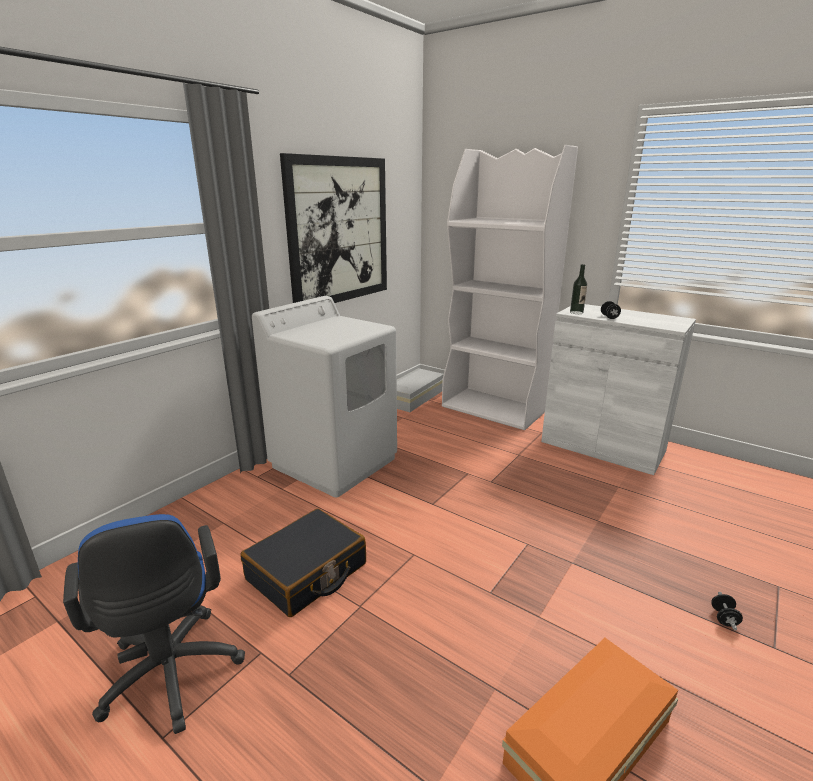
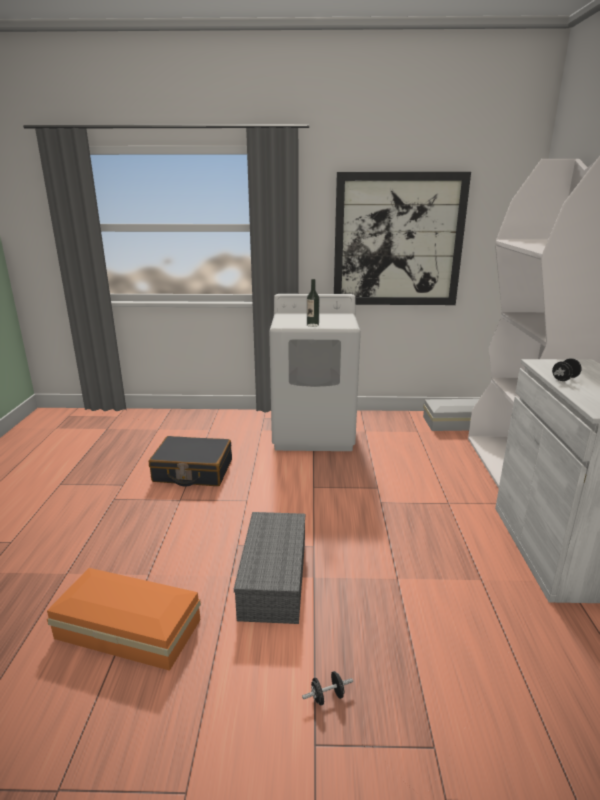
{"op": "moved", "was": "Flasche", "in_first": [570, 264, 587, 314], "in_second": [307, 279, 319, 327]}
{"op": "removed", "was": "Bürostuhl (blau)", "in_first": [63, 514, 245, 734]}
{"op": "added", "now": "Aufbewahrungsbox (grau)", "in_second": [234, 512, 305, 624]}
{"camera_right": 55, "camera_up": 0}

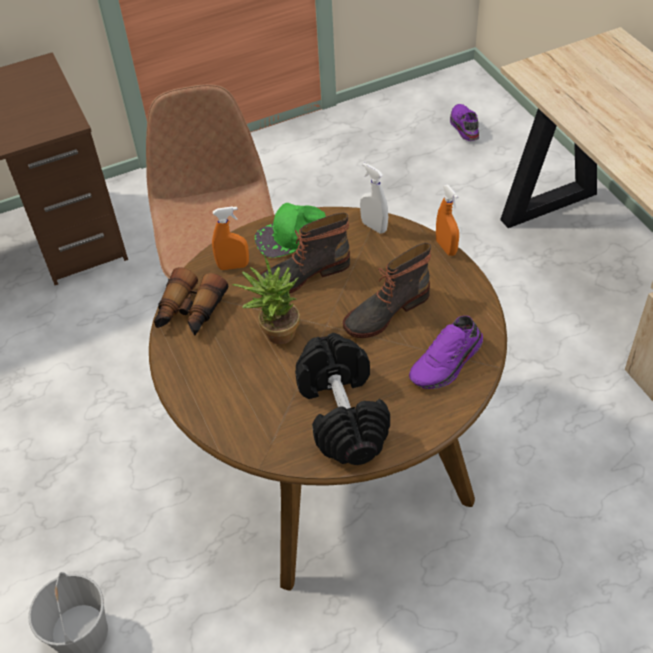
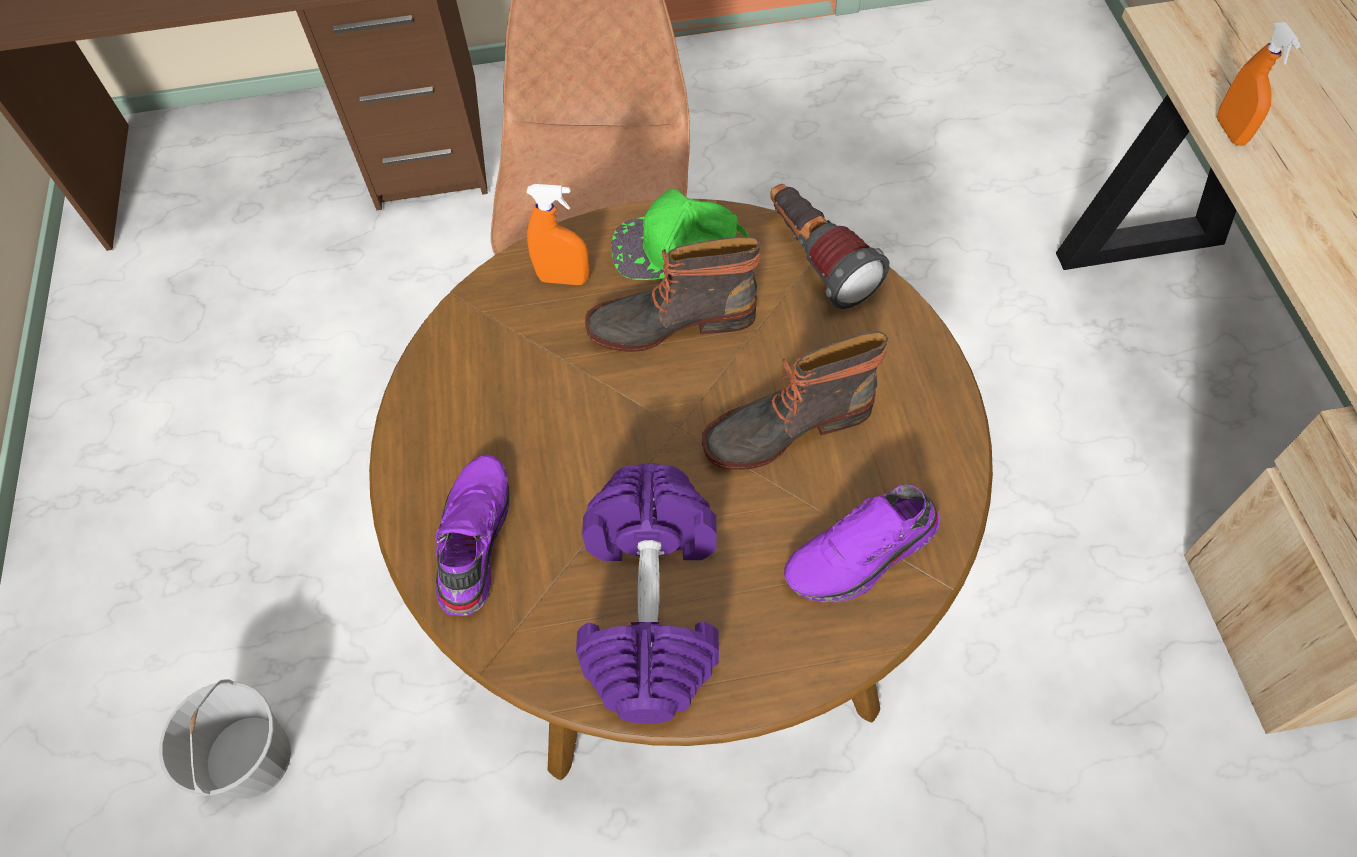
{"op": "moved", "was": "Schuh (lila)", "in_first": [450, 104, 479, 141], "in_second": [435, 454, 510, 616]}
{"op": "replaced", "was": "Sprühflasche (weiß)", "now": "Taschenlampe", "in_first": [360, 163, 388, 234], "in_second": [770, 184, 889, 309]}
{"op": "moved", "was": "Sprühflasche (orange)", "in_first": [436, 185, 459, 256], "in_second": [1217, 22, 1301, 146]}
{"op": "removed", "was": "Topfpflanze", "in_first": [232, 255, 299, 344]}
{"op": "removed", "was": "Fernglas", "in_first": [154, 267, 228, 336]}
{"op": "recoloured", "was": "Hantel (schwarz)", "now": "Hantel (lila)", "in_first": [295, 333, 390, 465], "in_second": [576, 464, 719, 724]}
{"camera_right": 15, "camera_up": 10}

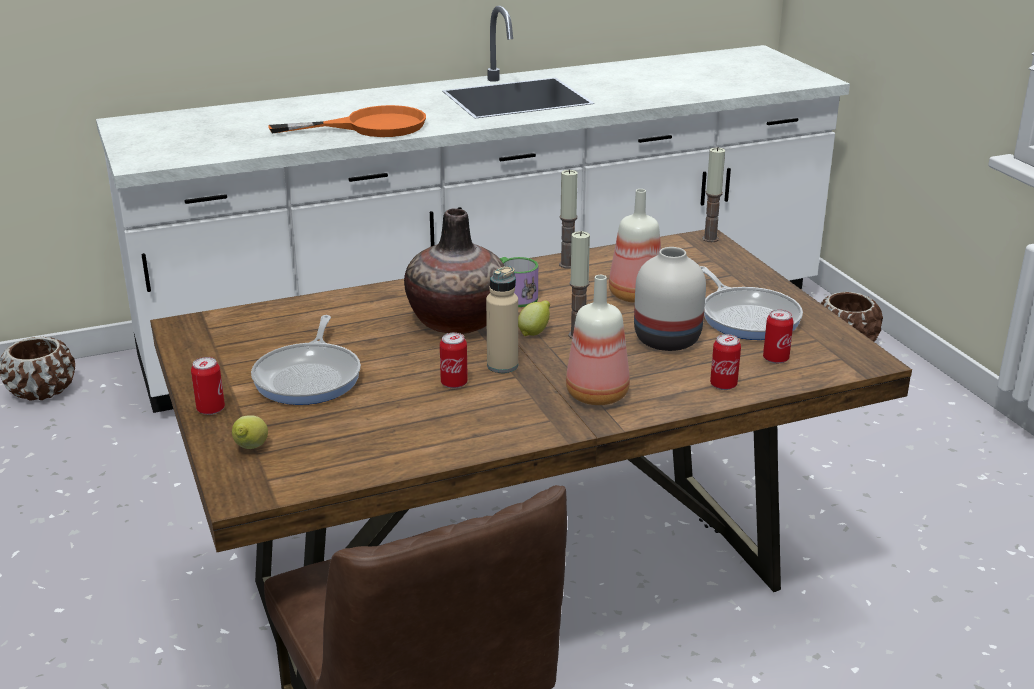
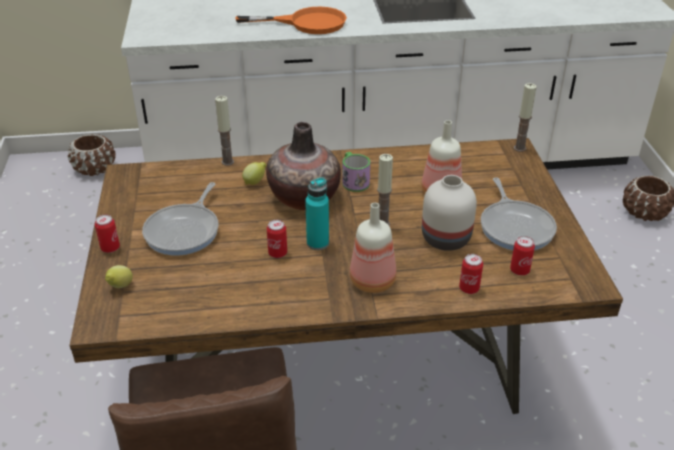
{"op": "moved", "was": "Kerze", "in_first": [559, 169, 577, 268], "in_second": [215, 96, 234, 166]}
{"op": "recoloured", "was": "Flasche (beige)", "now": "Flasche (türkis)", "in_first": [486, 266, 518, 373], "in_second": [305, 177, 329, 250]}
{"op": "moved", "was": "Zitrone", "in_first": [518, 300, 550, 336], "in_second": [242, 162, 267, 185]}
{"camera_right": 15, "camera_up": 10}

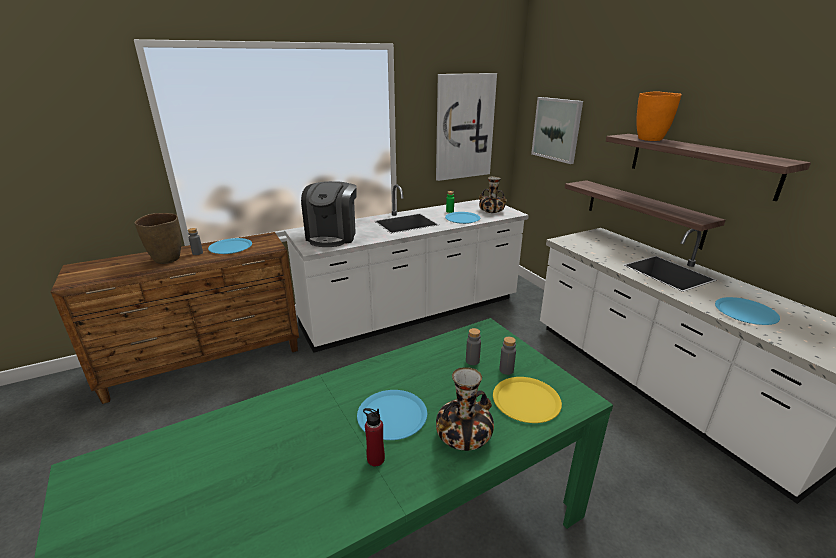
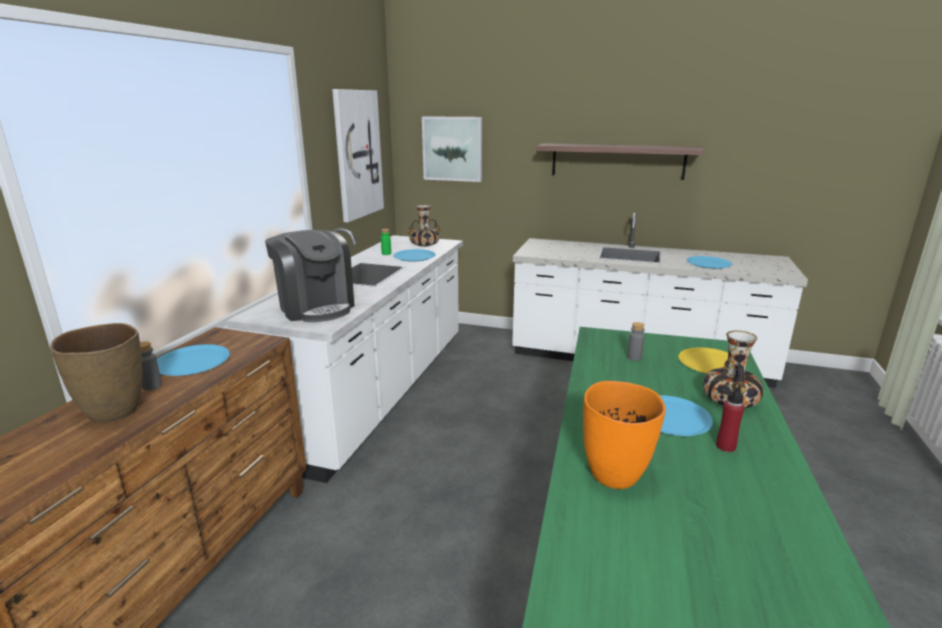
{"op": "moved", "was": "Vase (orange)", "in_first": [636, 92, 682, 141], "in_second": [583, 381, 666, 489]}
{"op": "removed", "was": "Wandregal", "in_first": [565, 180, 726, 250]}
{"op": "removed", "was": "Flasche (grau)", "in_first": [499, 337, 516, 375]}
{"camera_right": -45, "camera_up": -5}

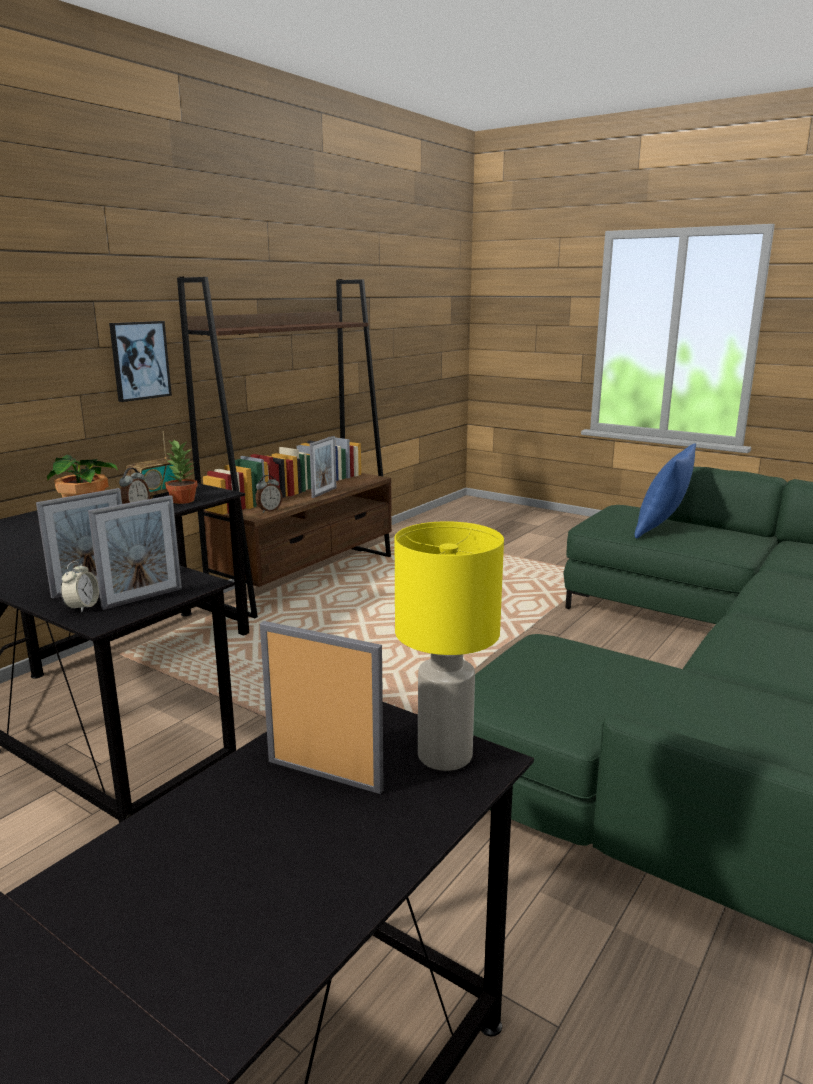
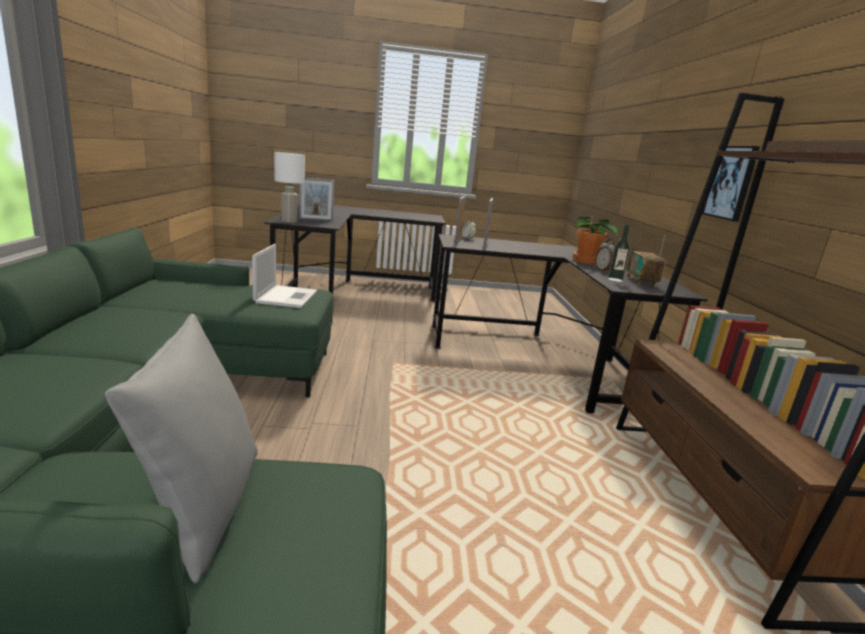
{"op": "removed", "was": "Bilderrahmen", "in_first": [309, 436, 337, 498]}
{"op": "replaced", "was": "Topfpflanze", "now": "Flasche", "in_first": [165, 439, 198, 504], "in_second": [608, 225, 630, 282]}
{"op": "recoloured", "was": "Kissen (blau)", "now": "Kissen (grau)", "in_first": [635, 443, 696, 538], "in_second": [105, 314, 258, 584]}
{"op": "removed", "was": "Wecker", "in_first": [255, 475, 282, 513]}
{"op": "recoloured", "was": "Tischlampe (gelb)", "now": "Tischlampe (weiß)", "in_first": [395, 521, 504, 771], "in_second": [275, 152, 305, 223]}
{"op": "added", "now": "Laptop", "in_second": [252, 244, 317, 308]}
{"camera_right": 140, "camera_up": 0}

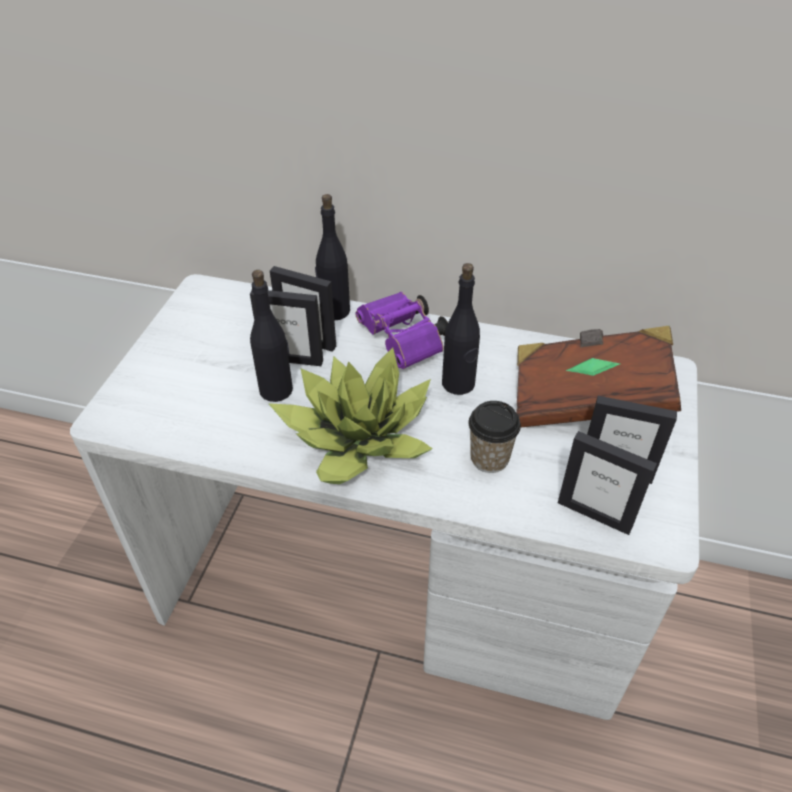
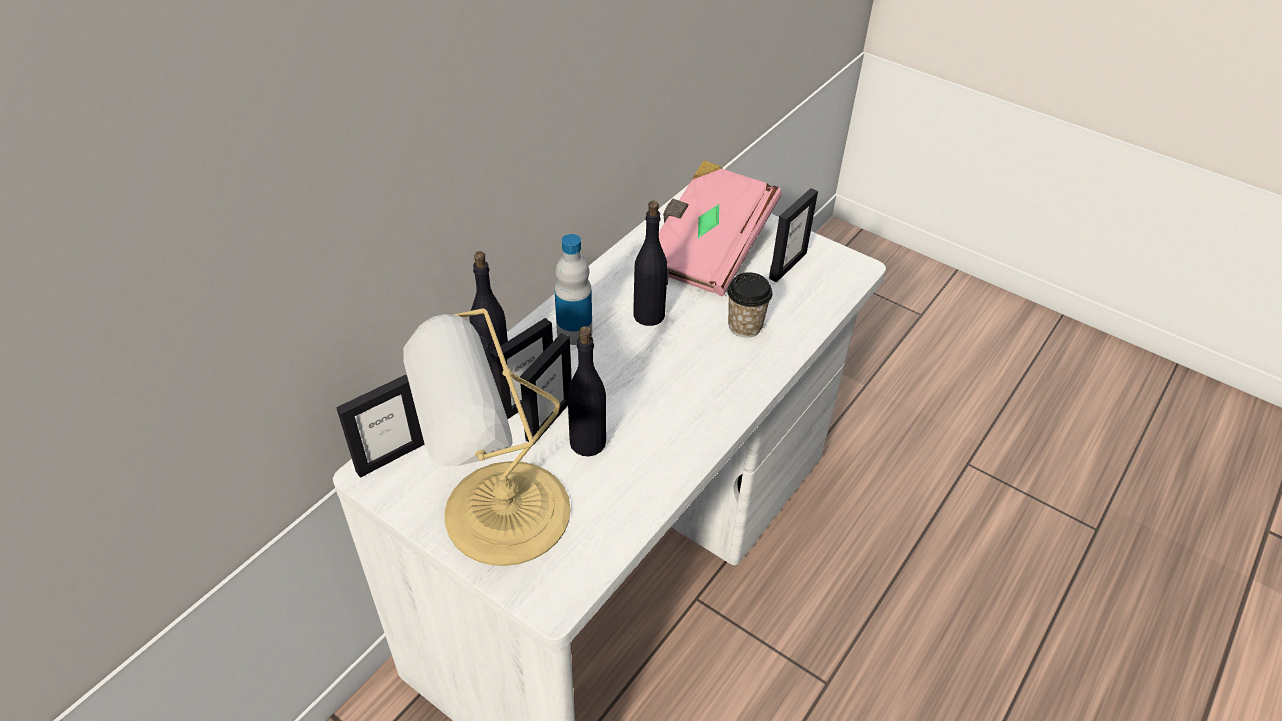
{"op": "replaced", "was": "Fernglas (lila)", "now": "Flasche", "in_first": [355, 292, 448, 369], "in_second": [555, 234, 592, 345]}
{"op": "recoloured", "was": "Buch (braun)", "now": "Buch (rosa)", "in_first": [516, 326, 681, 427], "in_second": [659, 160, 782, 296]}
{"op": "removed", "was": "Topfpflanze", "in_first": [268, 347, 433, 484]}
{"op": "moved", "was": "Bilderrahmen", "in_first": [558, 431, 657, 535], "in_second": [336, 375, 425, 478]}
{"op": "added", "now": "Tischlampe", "in_second": [403, 308, 571, 566]}
{"camera_right": -70, "camera_up": 0}

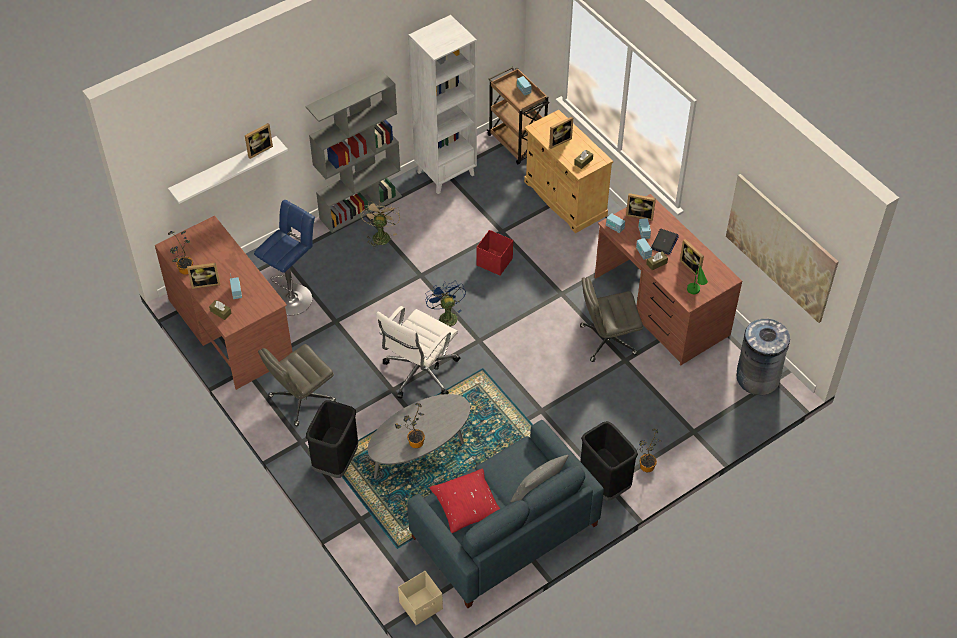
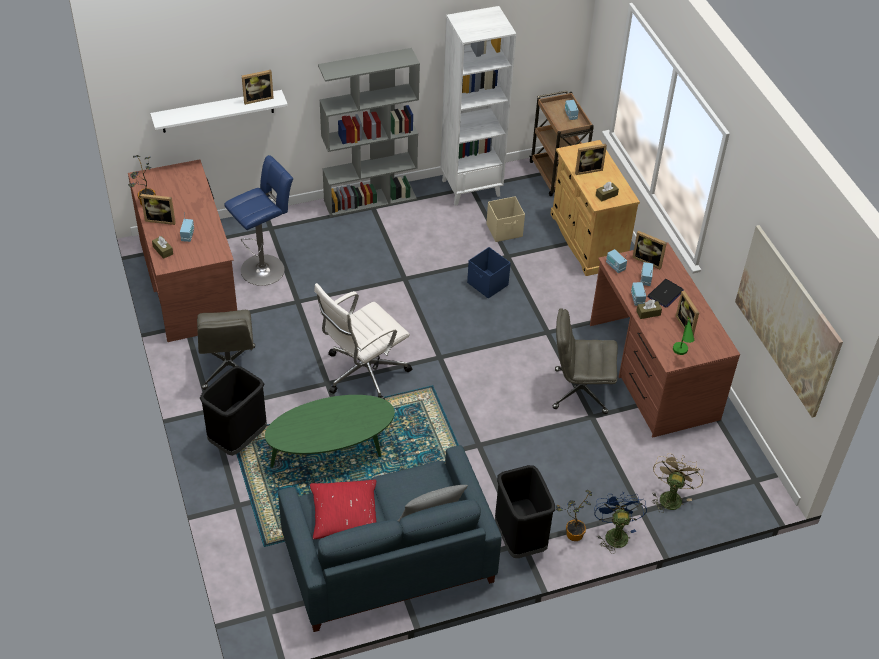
{"op": "moved", "was": "Ventilator (beige)", "in_first": [361, 200, 400, 249], "in_second": [652, 453, 704, 513]}
{"op": "recoloured", "was": "Aufbewahrungsbox (rot)", "now": "Aufbewahrungsbox (blau)", "in_first": [476, 230, 513, 275], "in_second": [467, 247, 511, 299]}
{"op": "moved", "was": "Ventilator (blau)", "in_first": [425, 281, 466, 327], "in_second": [594, 493, 647, 554]}
{"op": "removed", "was": "Mülleimer (grau)", "in_first": [737, 317, 790, 395]}
{"op": "turned", "was": "Bürostuhl (grau)", "in_first": [258, 344, 336, 426], "in_second": [197, 310, 255, 390], "clockwise": -75}
{"op": "recoloured", "was": "Couchtisch (grau)", "now": "Couchtisch (grün)", "in_first": [368, 394, 470, 479], "in_second": [265, 395, 395, 468]}
{"op": "removed", "was": "Topfpflanze", "in_first": [395, 403, 425, 448]}
{"op": "moved", "was": "Aufbewahrungsbox (beige)", "in_first": [398, 571, 443, 625], "in_second": [486, 196, 525, 242]}
{"camera_right": 15, "camera_up": -5}

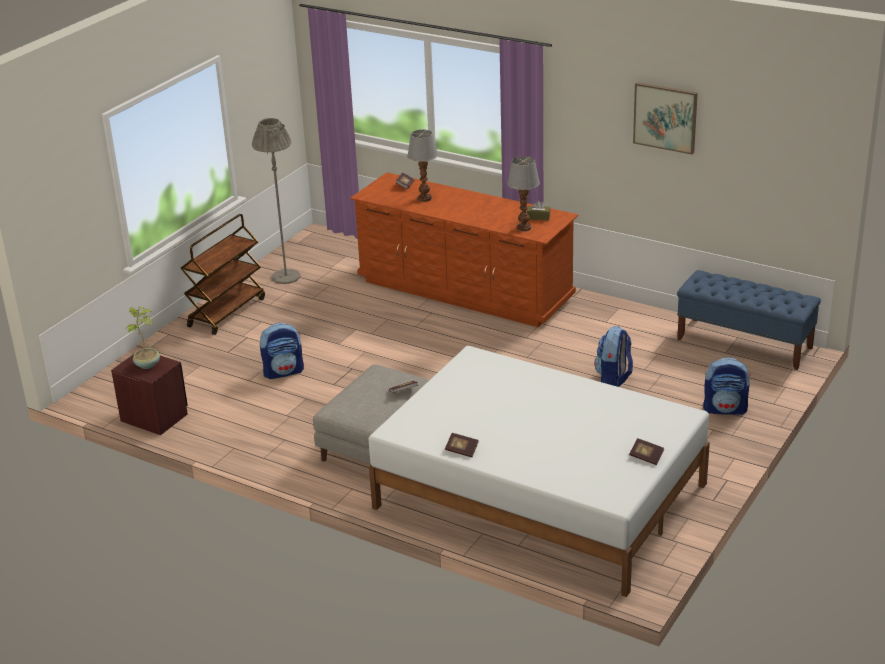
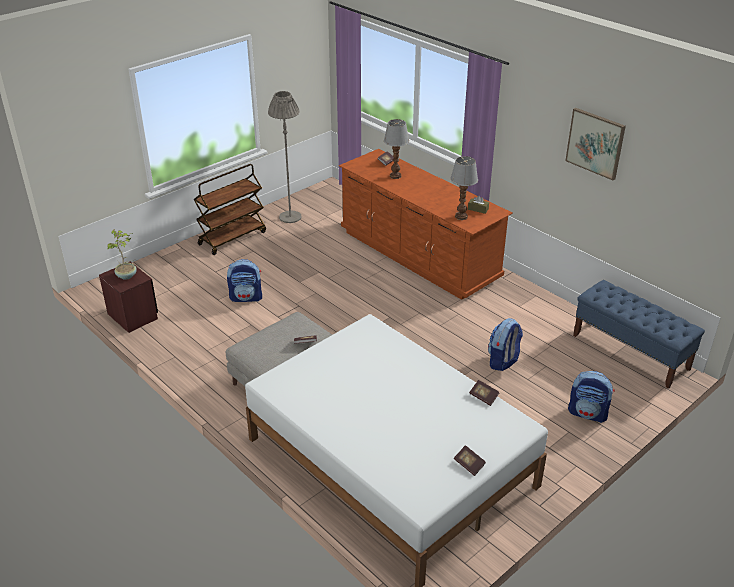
{"op": "moved", "was": "Buch", "in_first": [445, 433, 478, 458], "in_second": [469, 380, 499, 406]}
{"camera_right": 15, "camera_up": 5}

